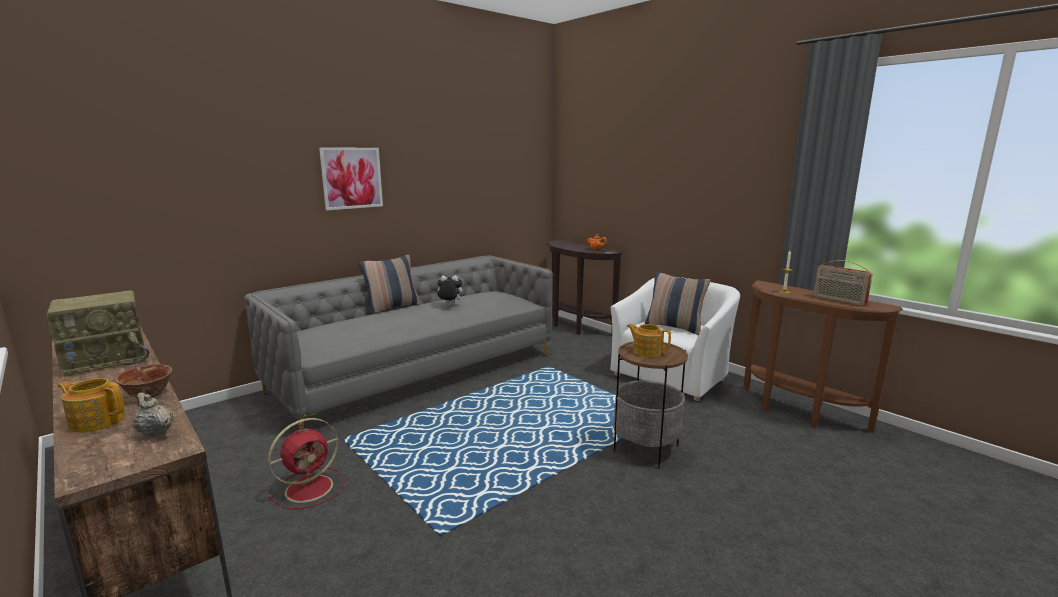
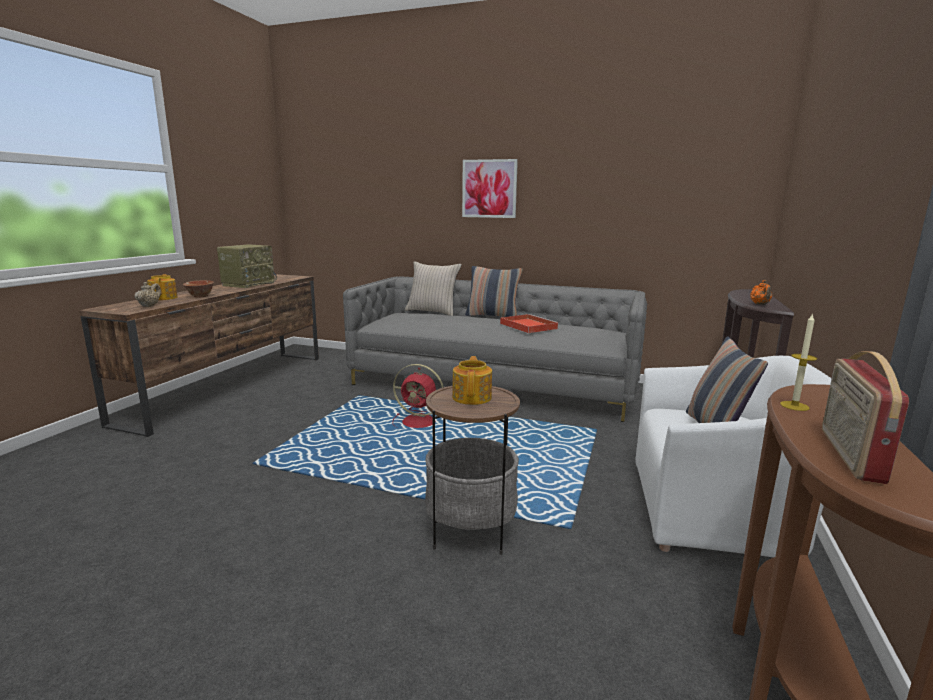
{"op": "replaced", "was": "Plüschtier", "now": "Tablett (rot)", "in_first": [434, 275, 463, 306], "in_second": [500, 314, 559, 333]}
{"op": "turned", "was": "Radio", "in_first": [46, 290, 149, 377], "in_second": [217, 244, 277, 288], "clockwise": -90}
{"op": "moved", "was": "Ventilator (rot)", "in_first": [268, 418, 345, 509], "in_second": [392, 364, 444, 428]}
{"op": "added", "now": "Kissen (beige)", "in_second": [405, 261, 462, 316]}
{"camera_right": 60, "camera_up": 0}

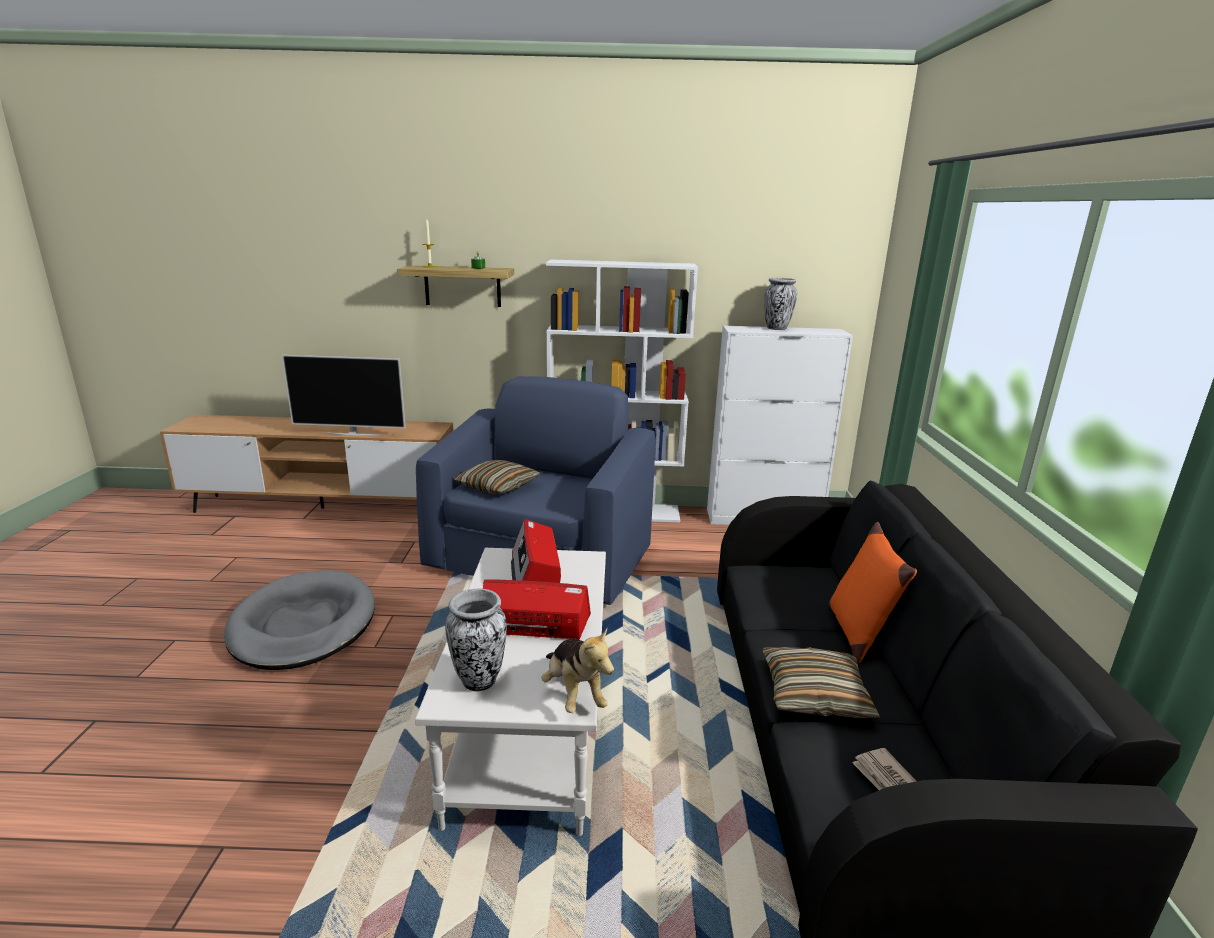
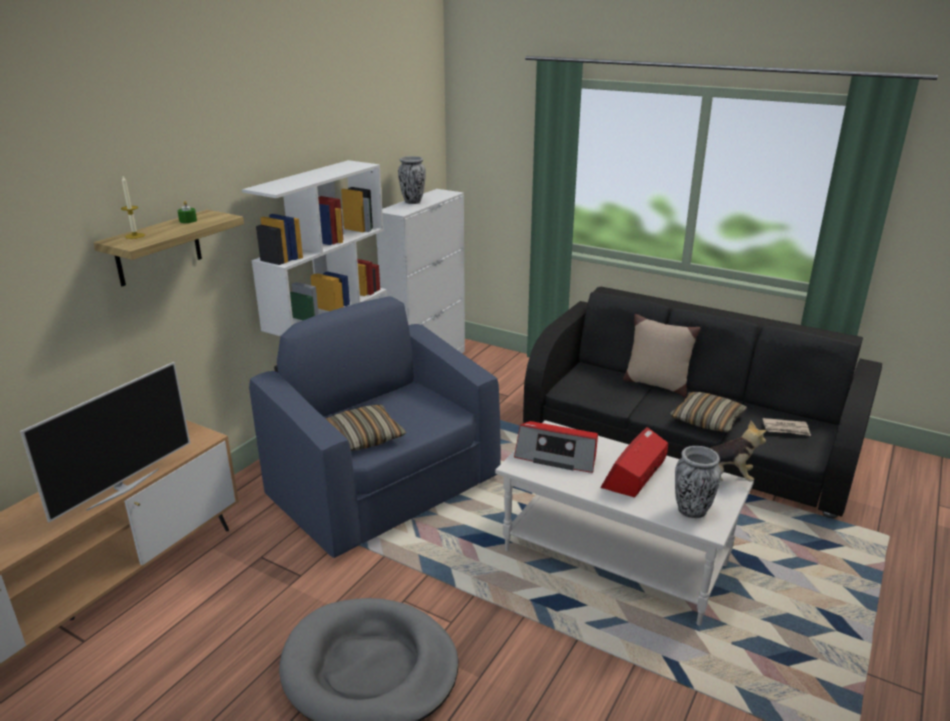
{"op": "recoloured", "was": "Kissen (orange)", "now": "Kissen (beige)", "in_first": [829, 522, 917, 663], "in_second": [623, 314, 700, 397]}
{"camera_right": -60, "camera_up": 5}

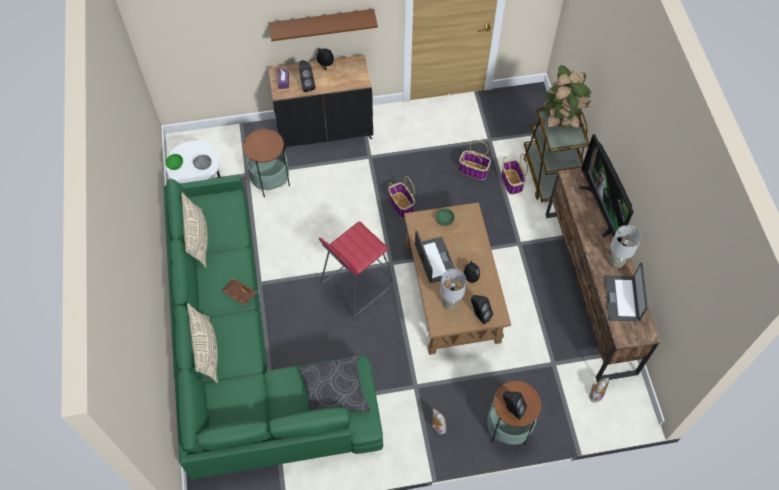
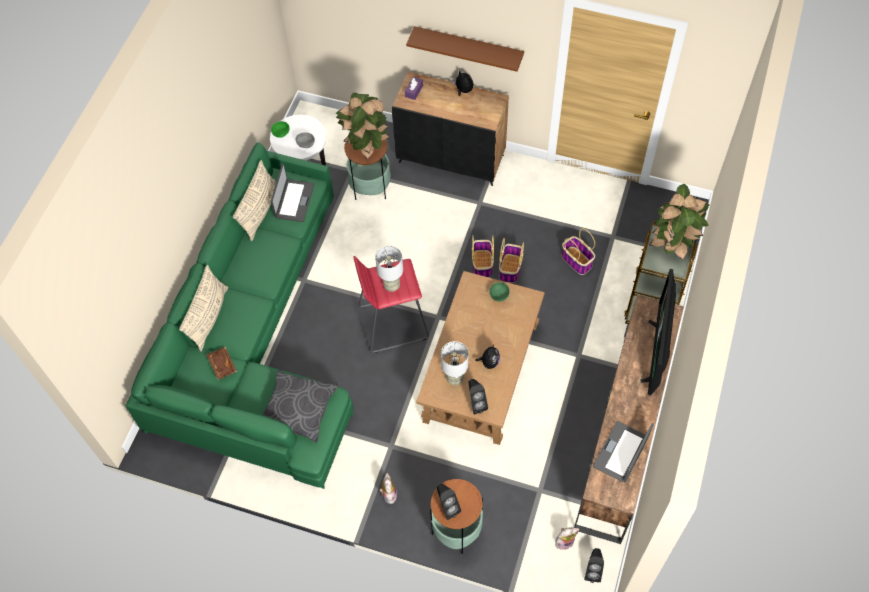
{"op": "moved", "was": "Lautsprecher (schwarz)", "in_first": [299, 60, 316, 92], "in_second": [584, 548, 604, 583]}
{"op": "moved", "was": "Korb", "in_first": [501, 153, 528, 195], "in_second": [499, 238, 524, 283]}
{"op": "moved", "was": "Tischlampe (grau)", "in_first": [609, 225, 641, 268], "in_second": [375, 245, 403, 292]}
{"op": "moved", "was": "Laptop", "in_first": [415, 230, 455, 283], "in_second": [271, 163, 314, 222]}
{"op": "moved", "was": "Tablett (braun)", "in_first": [221, 278, 257, 306], "in_second": [206, 347, 237, 380]}
{"op": "added", "now": "Topfpflanze", "in_second": [336, 93, 390, 160]}
{"camera_right": 30, "camera_up": 0}

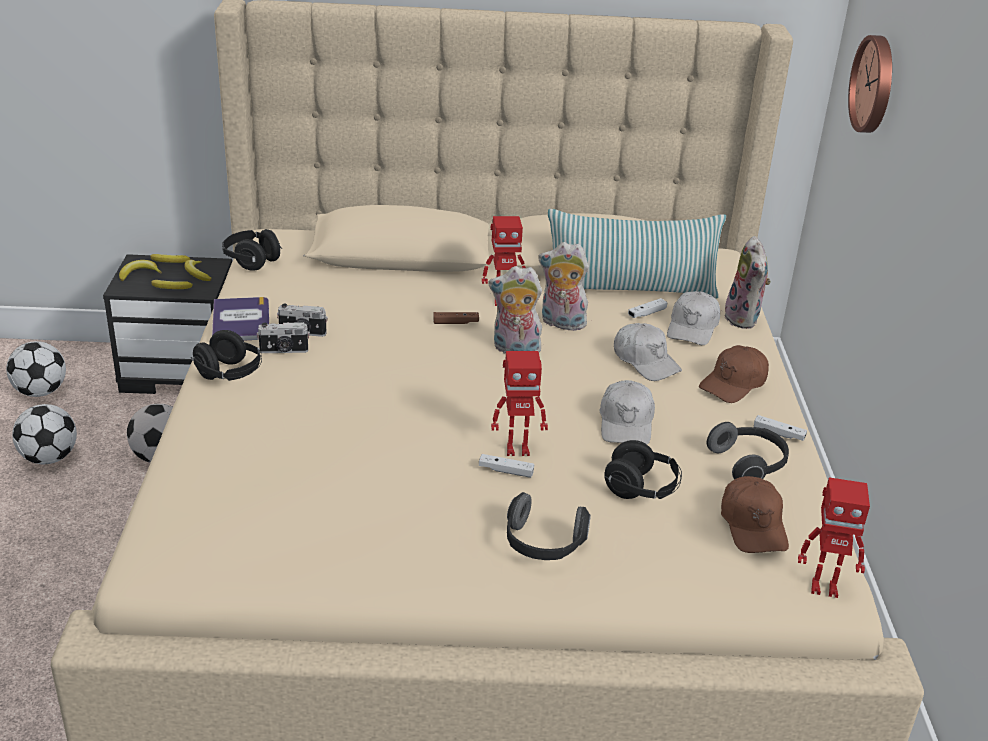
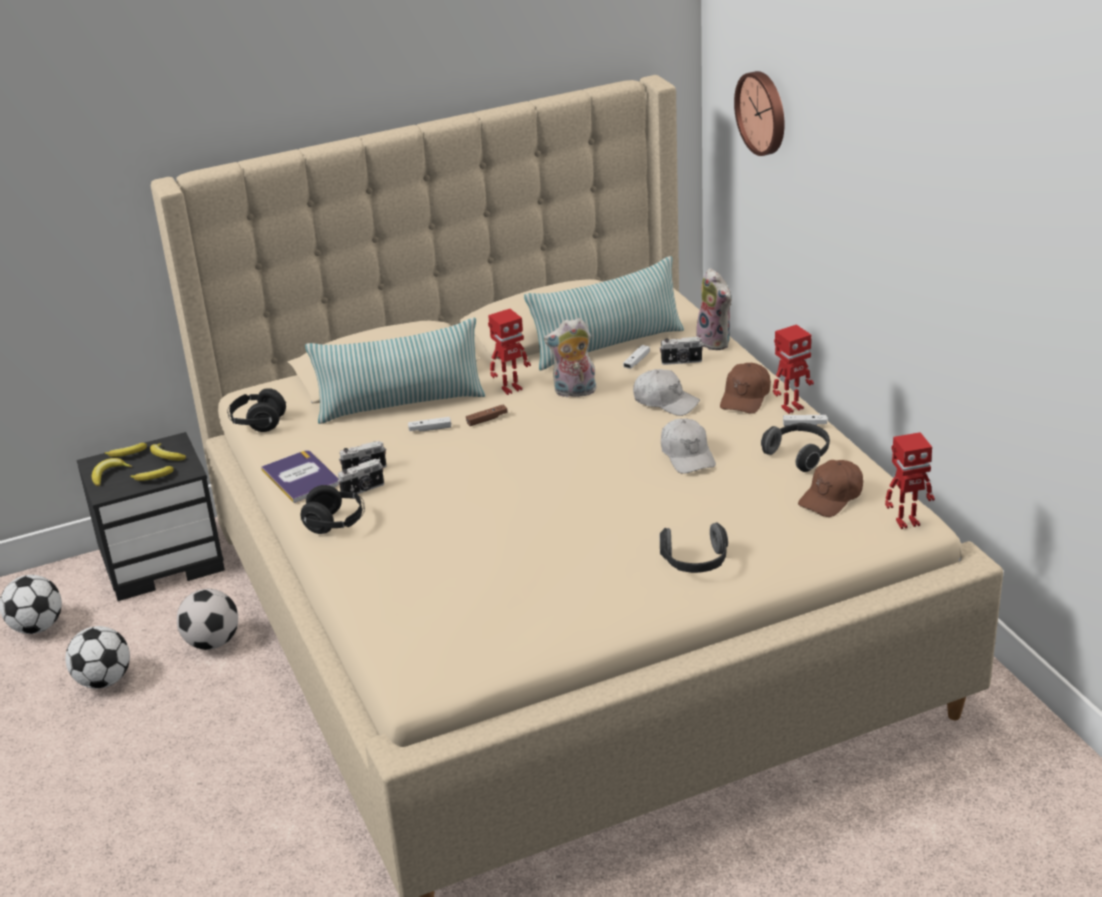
{"op": "removed", "was": "Plüschtier", "in_first": [488, 266, 542, 354]}
{"op": "replaced", "was": "Kappe (weiß)", "now": "Kamera", "in_first": [667, 291, 720, 345], "in_second": [660, 337, 704, 365]}
{"op": "moved", "was": "Spielzeugroboter", "in_first": [491, 351, 548, 456], "in_second": [773, 324, 814, 414]}
{"op": "removed", "was": "Kopfhörer (schwarz)", "in_first": [604, 440, 682, 499]}
{"op": "moved", "was": "Gamepad (weiß)", "in_first": [479, 454, 534, 478], "in_second": [408, 417, 451, 432]}
{"op": "turned", "was": "Kappe (braun)", "in_first": [721, 476, 789, 553], "in_second": [798, 460, 863, 517], "clockwise": 75}
{"op": "added", "now": "Kissen", "in_second": [305, 318, 485, 424]}
{"camera_right": -20, "camera_up": 0}

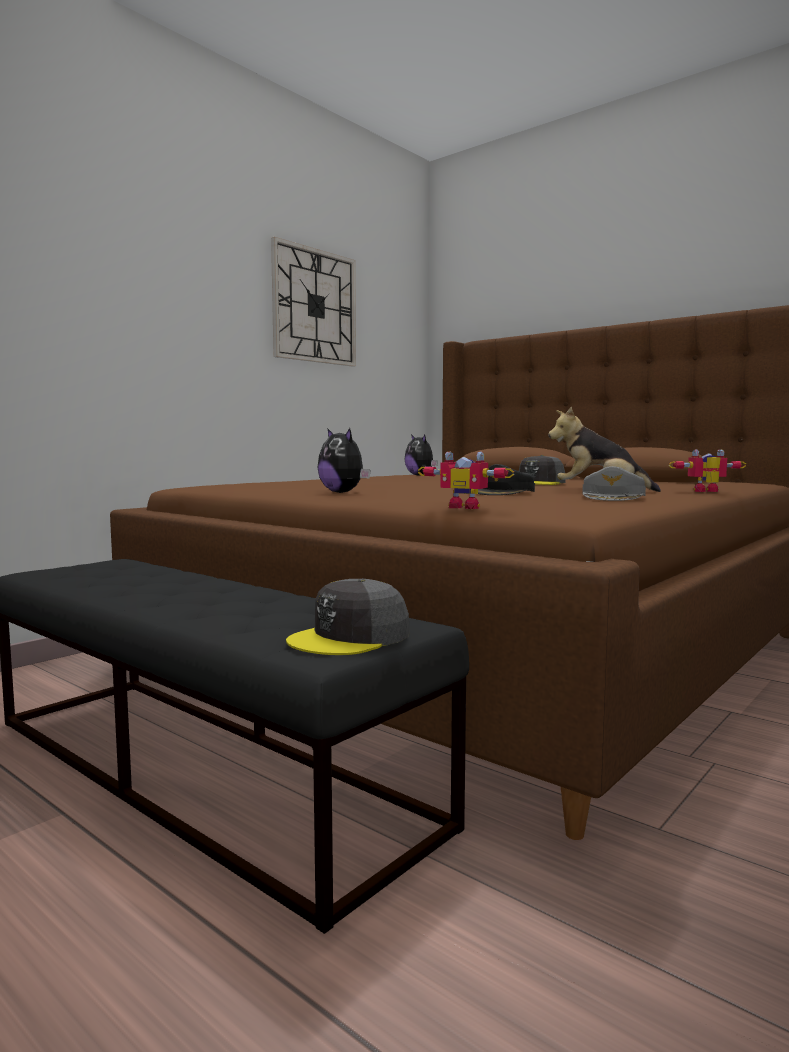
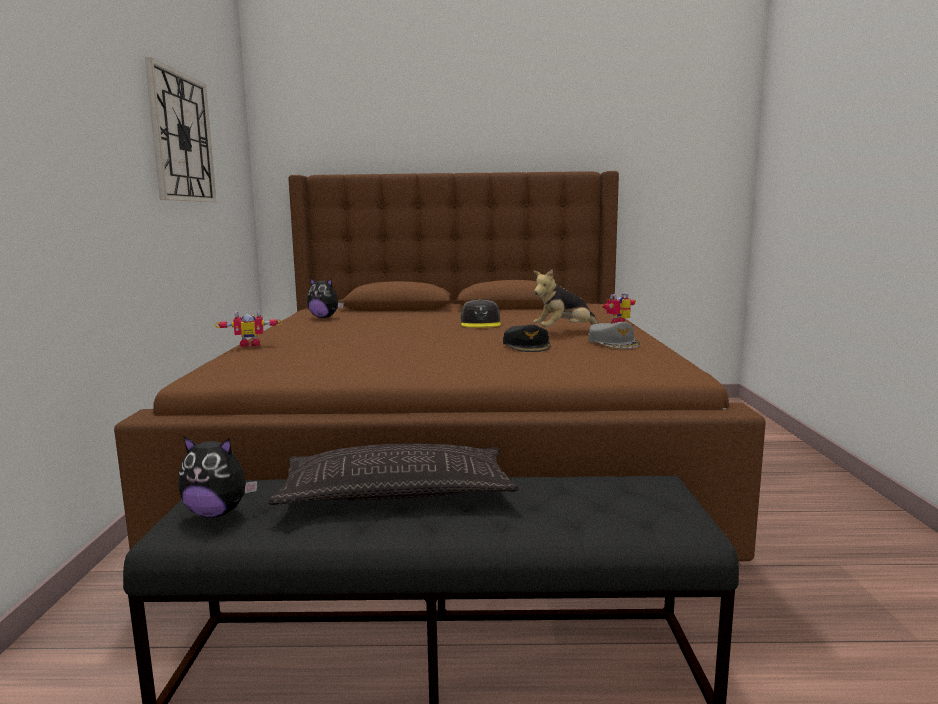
{"op": "moved", "was": "Plüschtier", "in_first": [317, 428, 370, 493], "in_second": [178, 436, 257, 518]}
{"op": "moved", "was": "Spielzeugroboter", "in_first": [418, 451, 514, 509], "in_second": [214, 310, 282, 347]}
{"op": "removed", "was": "Kappe (grau)", "in_first": [286, 579, 410, 655]}
{"op": "added", "now": "Kissen", "in_second": [268, 443, 519, 505]}
{"camera_right": -40, "camera_up": 5}

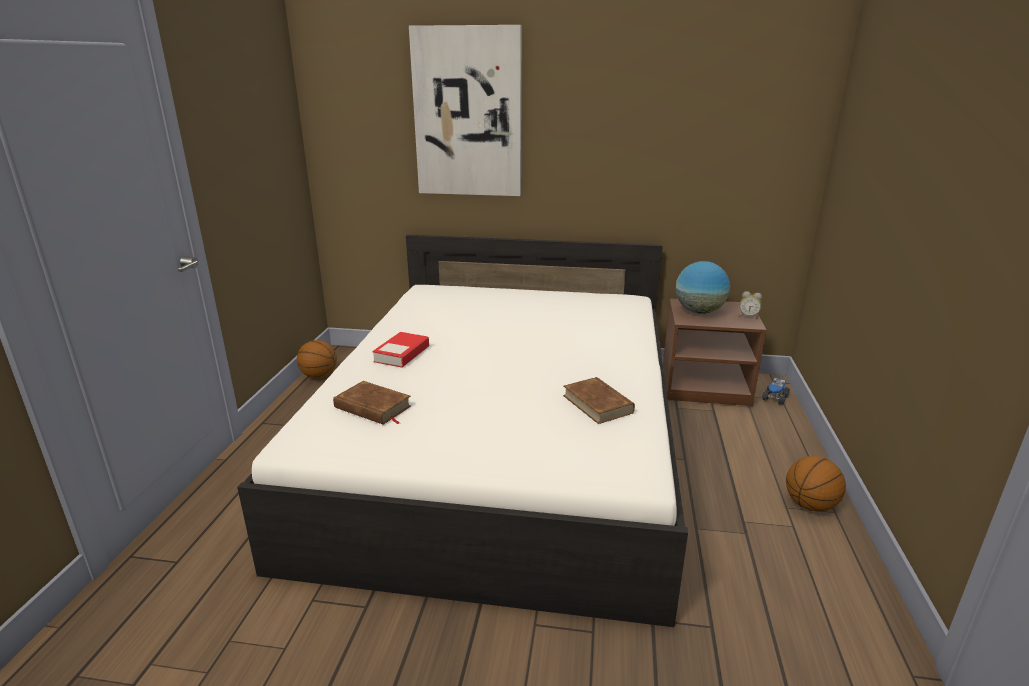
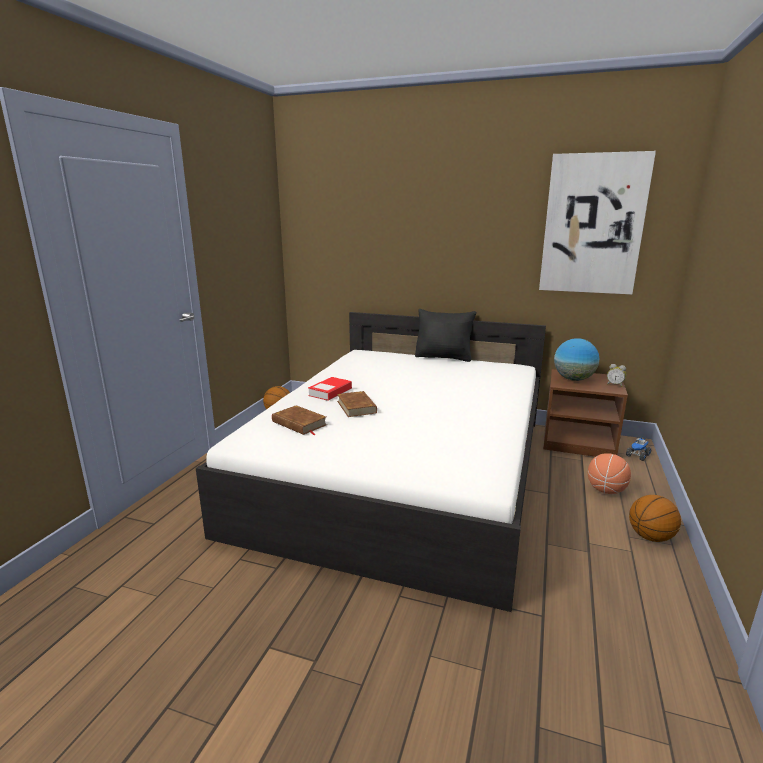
{"op": "moved", "was": "Bild", "in_first": [409, 25, 522, 196], "in_second": [539, 151, 656, 294]}
{"op": "moved", "was": "Buch (braun)", "in_first": [563, 377, 635, 424], "in_second": [337, 391, 377, 417]}
{"op": "added", "now": "Kissen (schwarz)", "in_second": [415, 309, 476, 362]}
{"op": "added", "now": "Basketball", "in_second": [588, 453, 631, 494]}
{"camera_right": 10, "camera_up": -5}

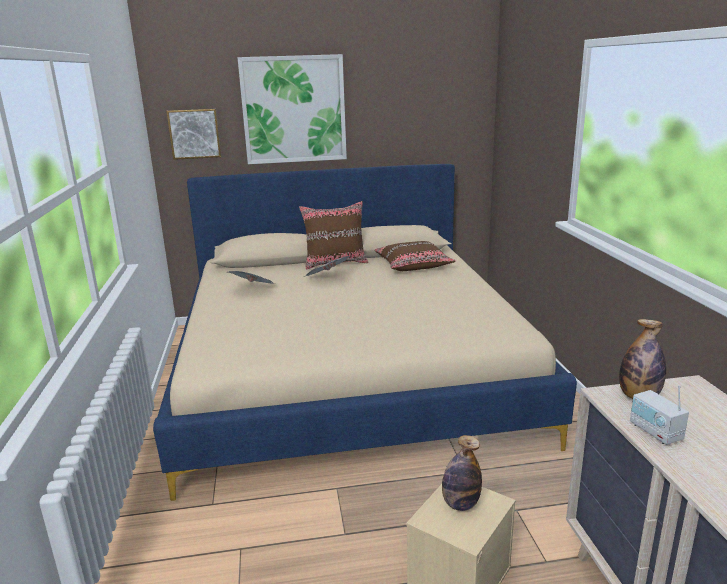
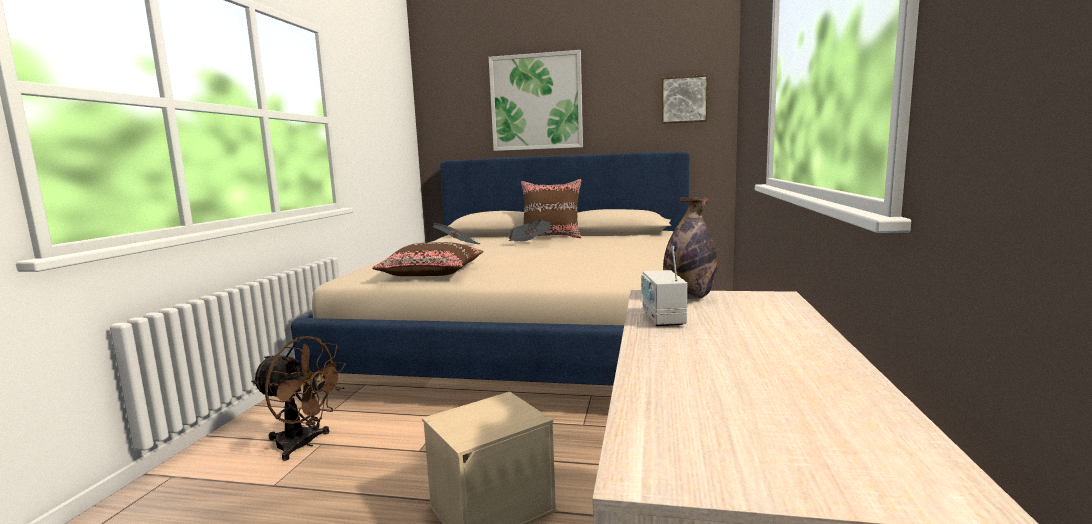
{"op": "moved", "was": "Bild", "in_first": [166, 109, 221, 160], "in_second": [662, 75, 708, 124]}
{"op": "moved", "was": "Kissen (braun)", "in_first": [374, 241, 456, 271], "in_second": [372, 242, 484, 276]}
{"op": "removed", "was": "Flasche", "in_first": [442, 435, 482, 511]}
{"op": "added", "now": "Ventilator (braun)", "in_second": [251, 336, 346, 461]}
{"camera_right": 20, "camera_up": -10}

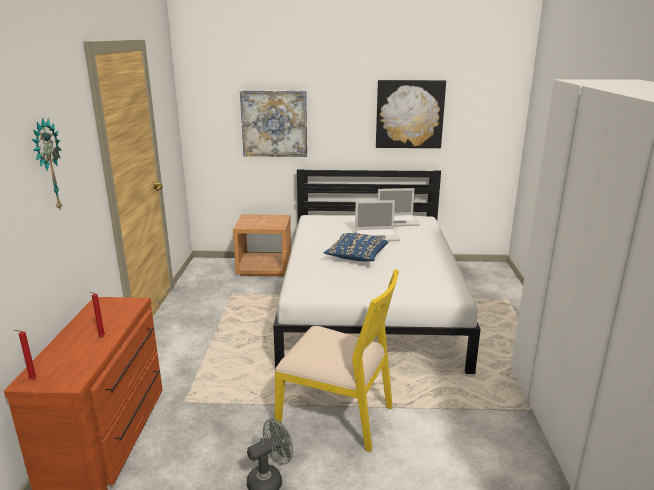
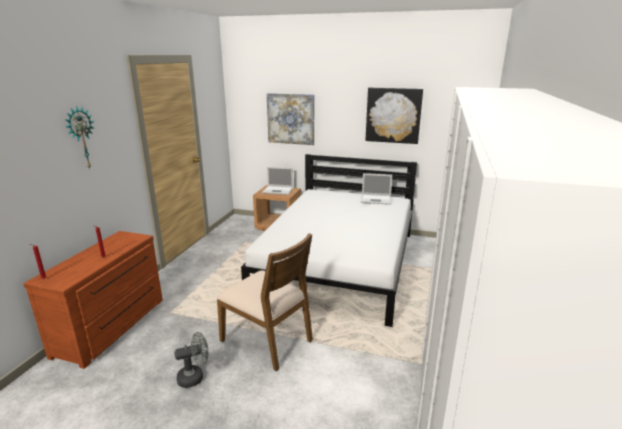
{"op": "moved", "was": "Laptop", "in_first": [355, 200, 400, 241], "in_second": [262, 167, 293, 195]}
{"op": "removed", "was": "Kissen (blau)", "in_first": [324, 233, 388, 261]}
{"op": "recoloured", "was": "Stuhl (gelb)", "now": "Stuhl (braun)", "in_first": [275, 269, 399, 452], "in_second": [217, 233, 313, 371]}
{"camera_right": 15, "camera_up": 0}

